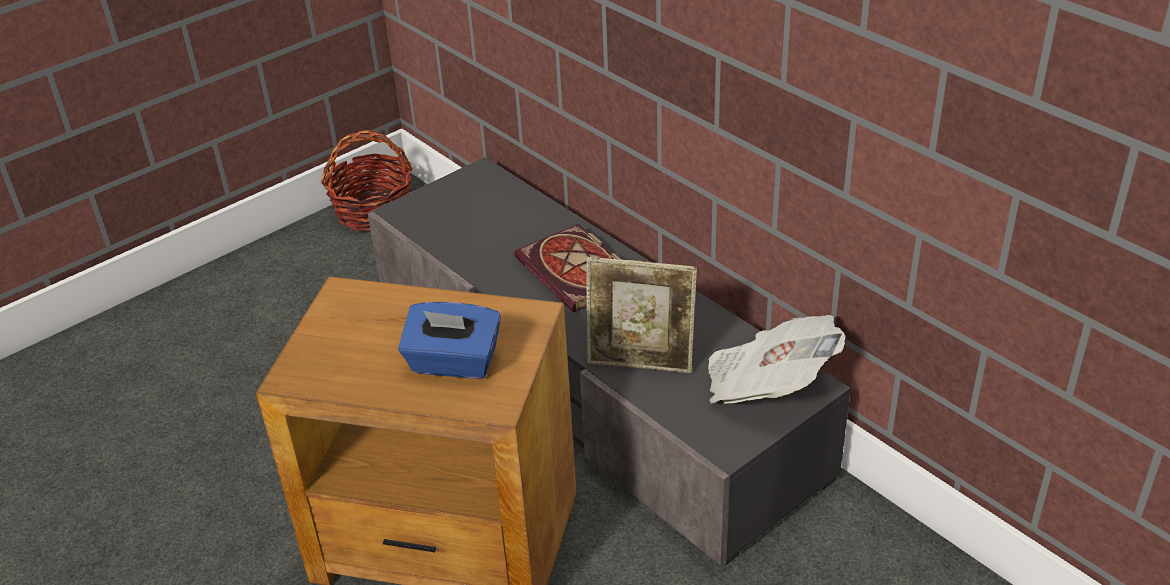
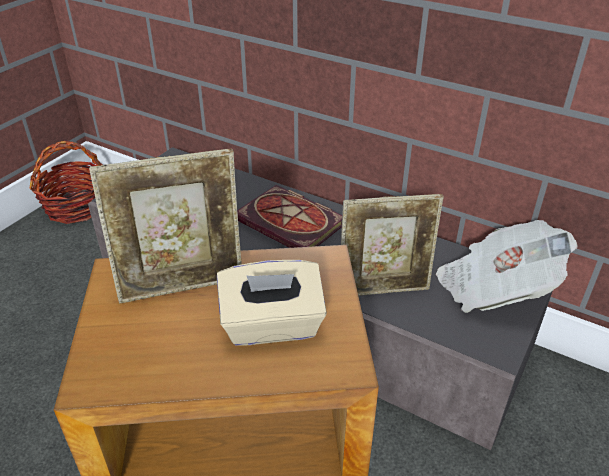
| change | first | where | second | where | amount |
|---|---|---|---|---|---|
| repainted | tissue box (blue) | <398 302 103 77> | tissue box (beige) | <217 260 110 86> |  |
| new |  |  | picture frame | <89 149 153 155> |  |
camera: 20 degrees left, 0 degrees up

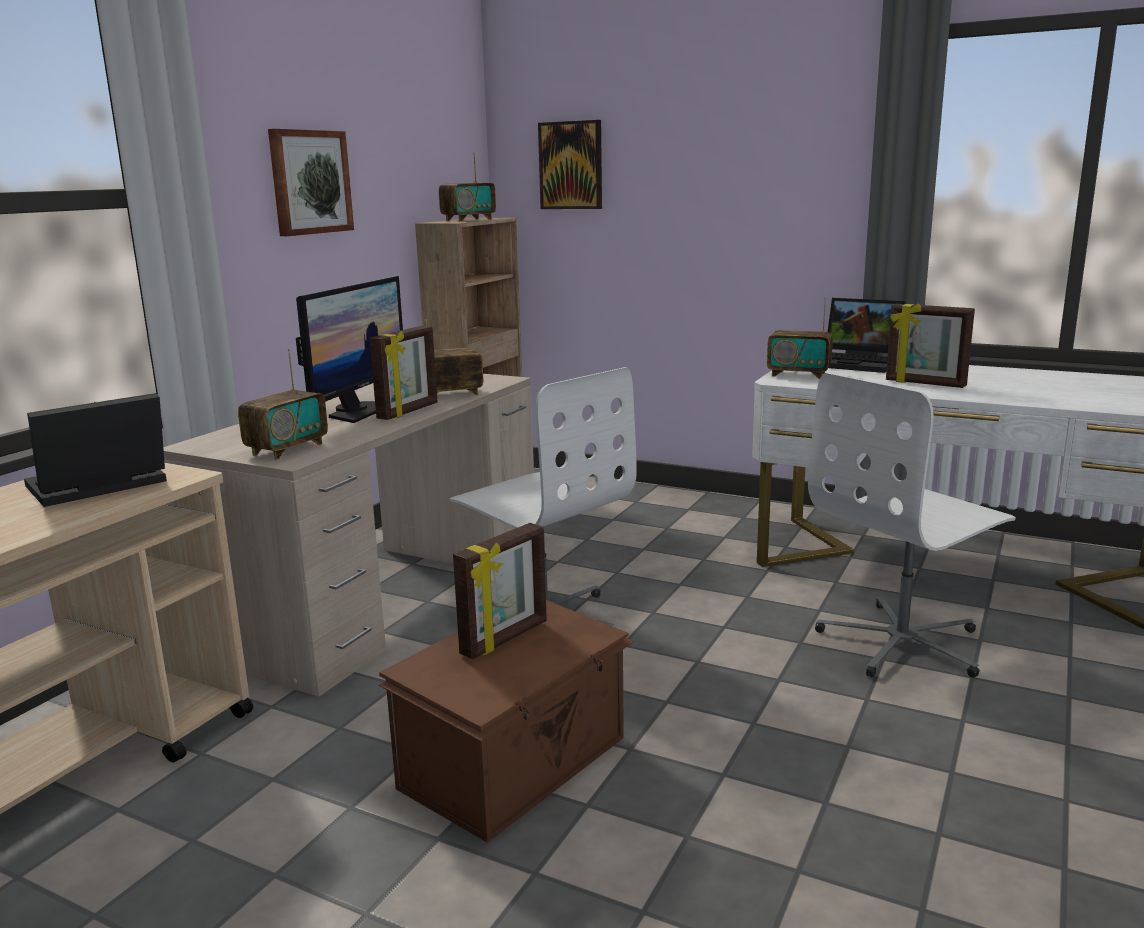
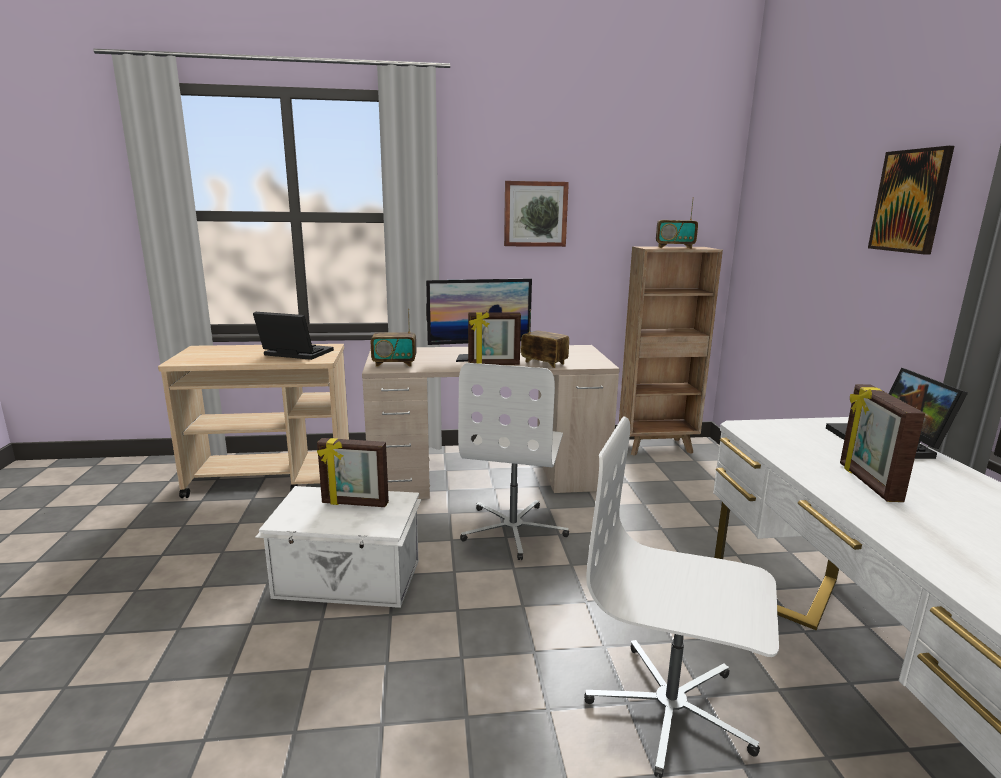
| change | first | where | second | where | amount |
|---|---|---|---|---|---|
| repainted | storage box (brown) | <379 600 255 243> | storage box (white) | <255 486 167 122> |  |
| shifted | picture | <538 120 64 89> |  | <868 146 86 109> |  |
| gone | radio | <767 298 66 81> |  |  |  |
camera: 55 degrees right, 0 degrees up

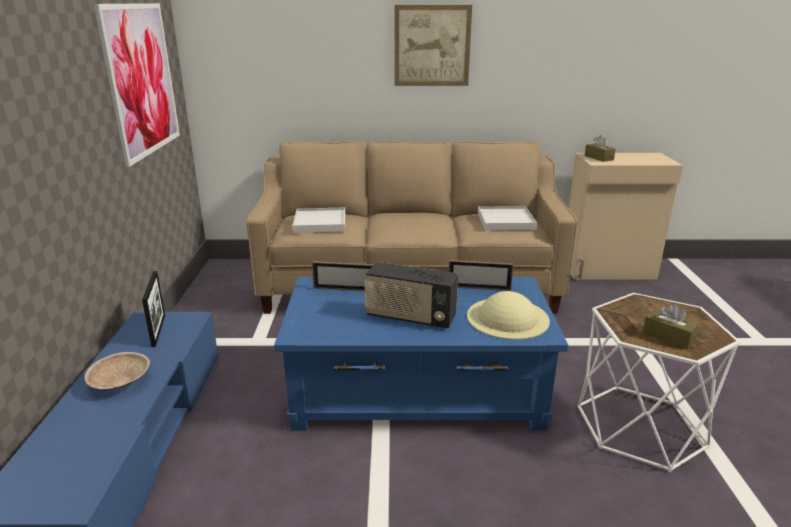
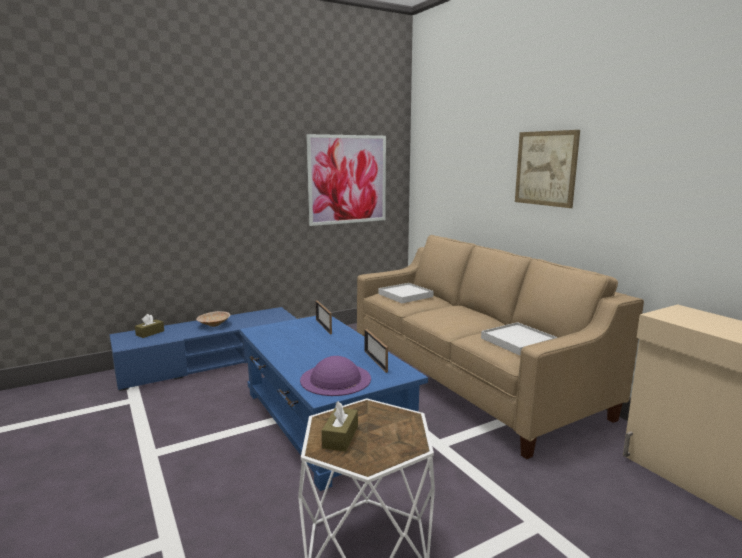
| change | first | where | second | where | amount |
|---|---|---|---|---|---|
| gone | picture frame | <142 271 23 76> |  |  |  |
| gone | radio | <365 262 93 66> |  |  |  |
| repainted | hat (beige) | <467 291 83 49> | hat (purple) | <300 356 71 40> |  |
| shifted | tissue box (brown) | <585 135 31 27> |  | <135 314 29 24> |  |
camera: 60 degrees right, 10 degrees down

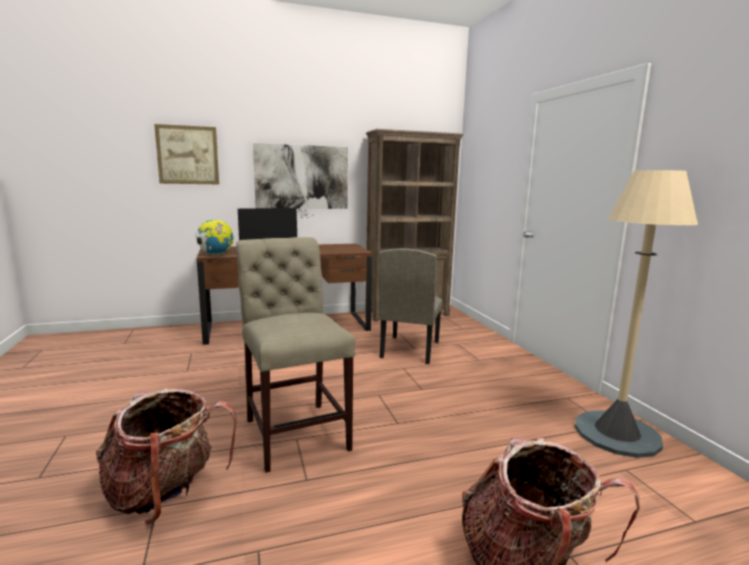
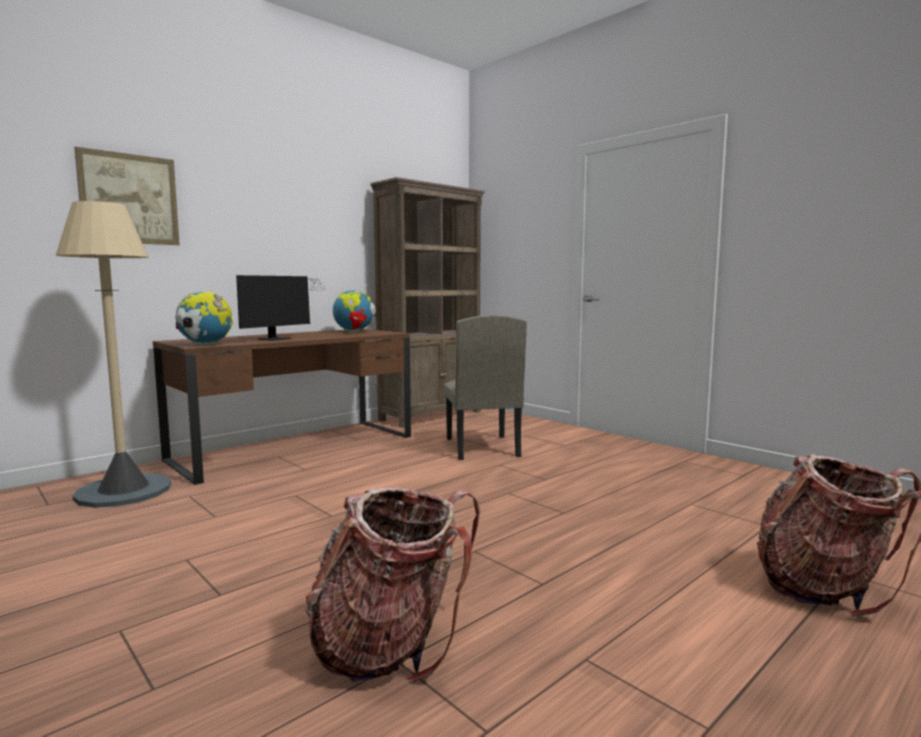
| change | first | where | second | where | amount |
|---|---|---|---|---|---|
| gone | chair (beige) | <236 237 119 236> |  |  |  |
| gone | picture | <253 143 95 66> |  |  |  |
| shifted | floor lamp (beige) | <575 170 123 288> |  | <56 201 115 307> |  |
| new |  |  | globe | <333 290 43 42> |  |
camera: 25 degrees left, 5 degrees down

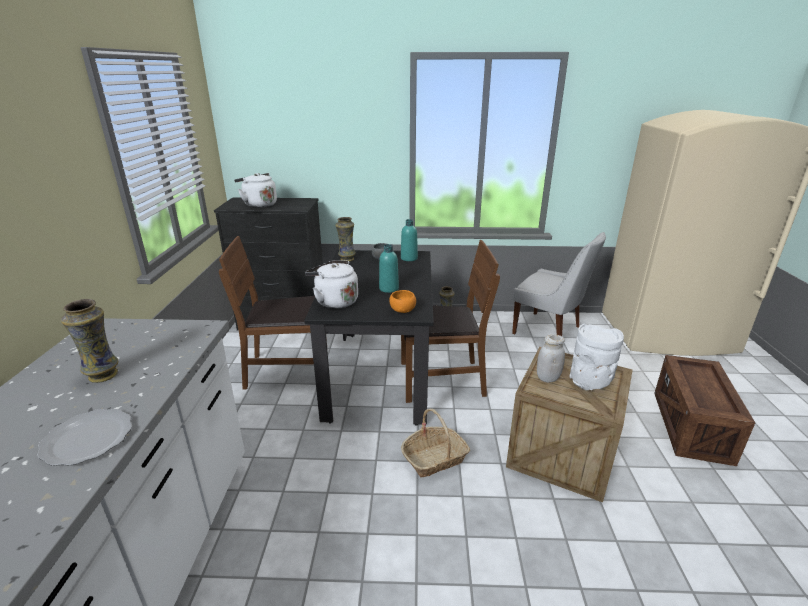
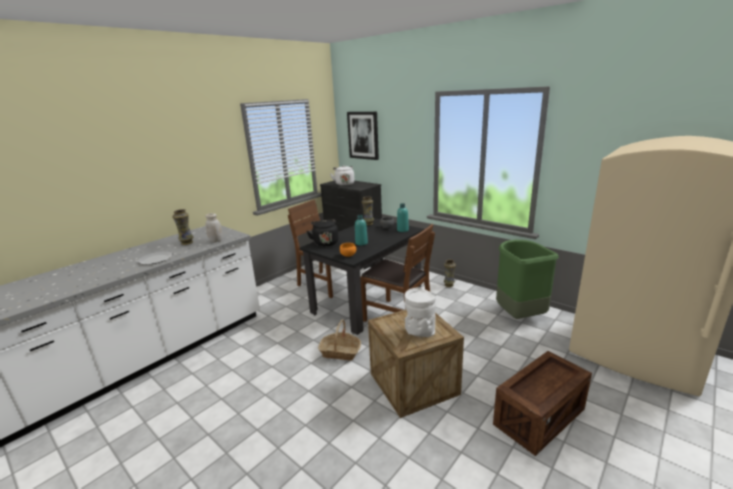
| change | first | where | second | where | amount |
|---|---|---|---|---|---|
| repainted | kettle (white) | <305 260 53 49> | kettle (black) | <307 219 31 28> |  |
| swapped | chair (white) | <512 232 94 104> | trash can (green) | <496 240 63 79> |  |
| shifted | jar (white) | <537 335 28 47> |  | <205 213 18 29> |  |
| new |  |  | picture | <347 112 32 48> |  |
camera: 40 degrees right, 5 degrees down

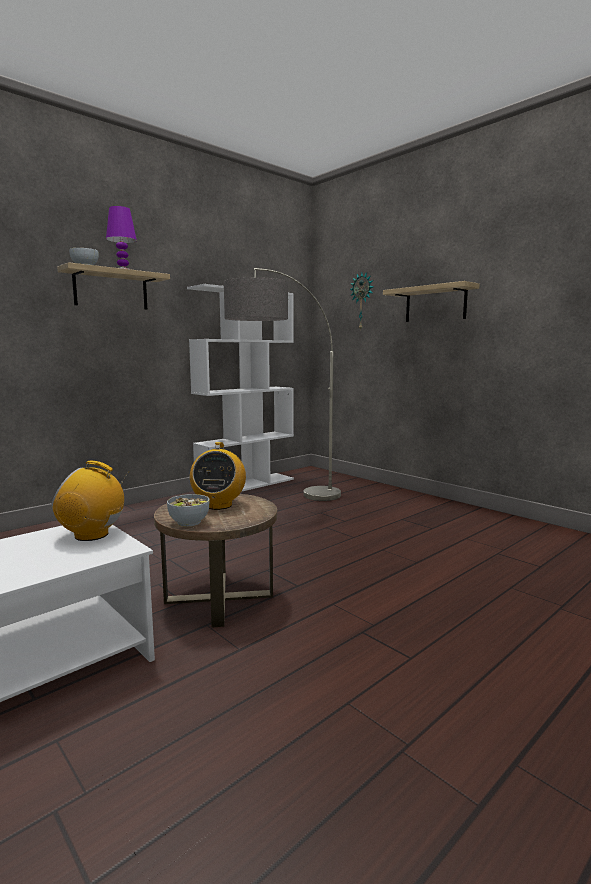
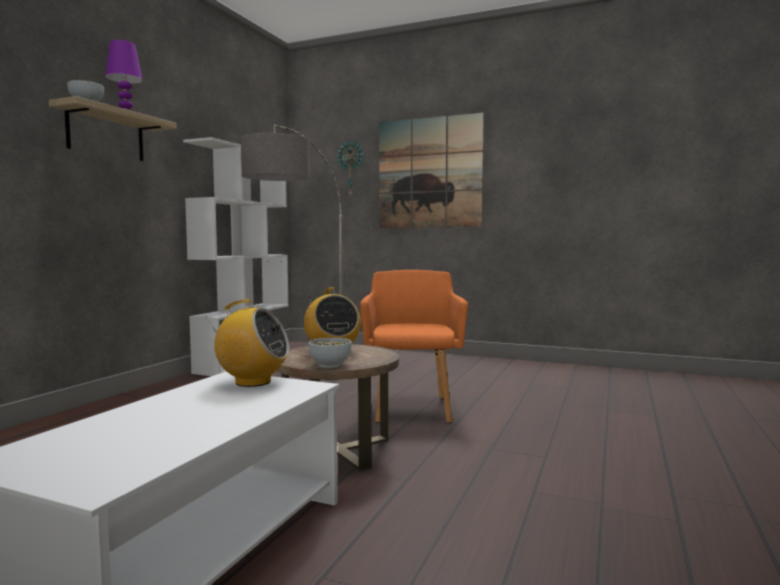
| change | first | where | second | where | amount |
|---|---|---|---|---|---|
| rotated | radio | <51 461 78 80> |  | <206 299 83 88> | 150 degrees counterclockwise |
| swapped | shelf | <383 281 97 41> | picture | <379 112 105 116> |  |
| new |  |  | armchair (orange) | <360 270 108 153> |  |
camera: 25 degrees left, 5 degrees down

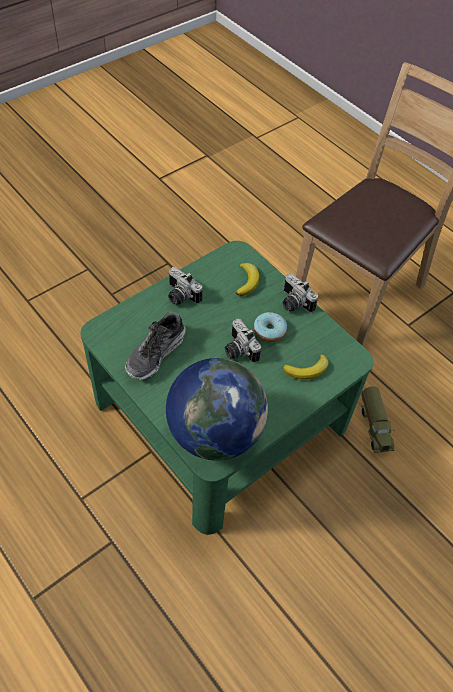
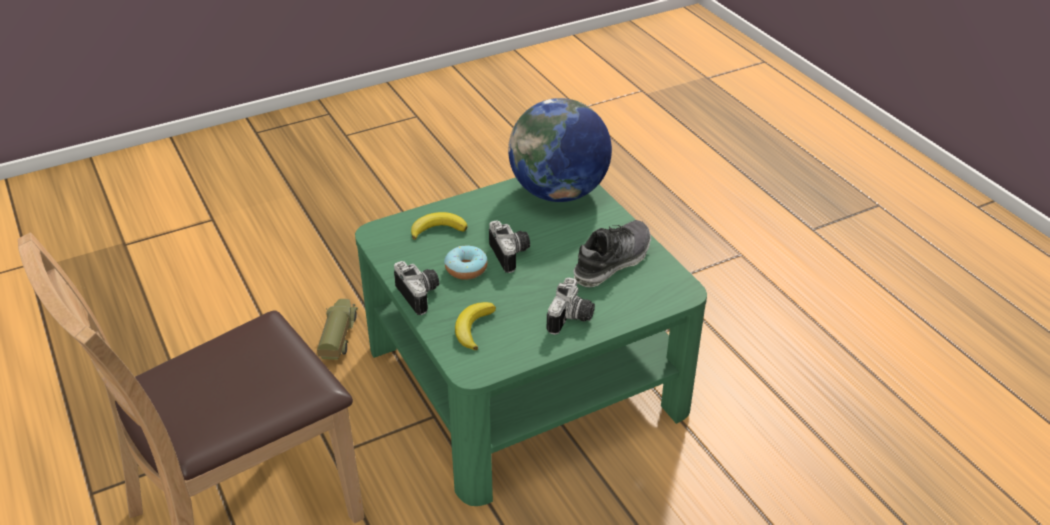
| change | first | where | second | where | amount |
|---|---|---|---|---|---|
| rotated | photo camera | <168 267 34 38> |  | <547 277 48 58> | 60 degrees clockwise |
camera: 165 degrees left, 15 degrees down

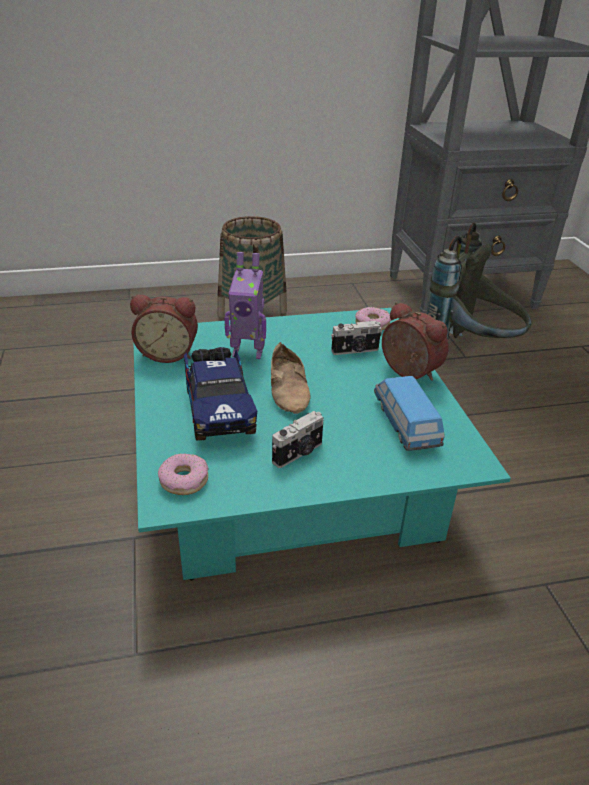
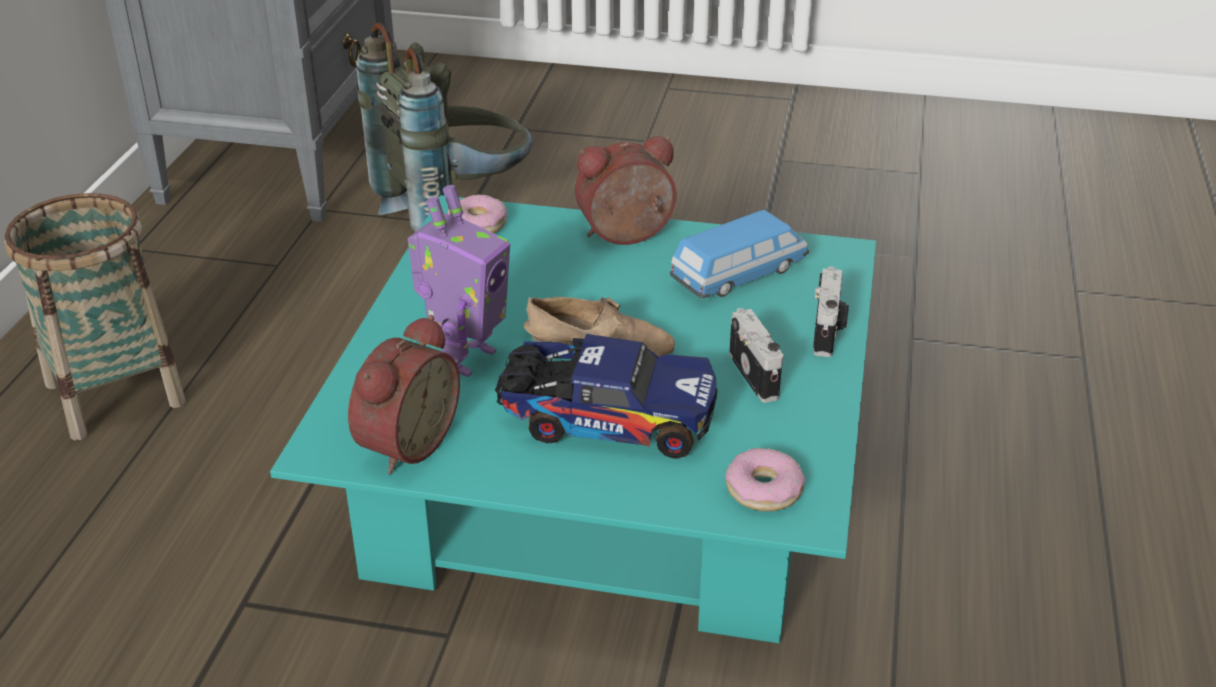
| change | first | where | second | where | amount |
|---|---|---|---|---|---|
| shifted | photo camera | <331 321 51 34> |  | <813 267 36 90> |  |
| rotated | toy car | <374 376 70 75> |  | <670 210 139 88> | 135 degrees clockwise |
camera: 65 degrees left, 0 degrees up

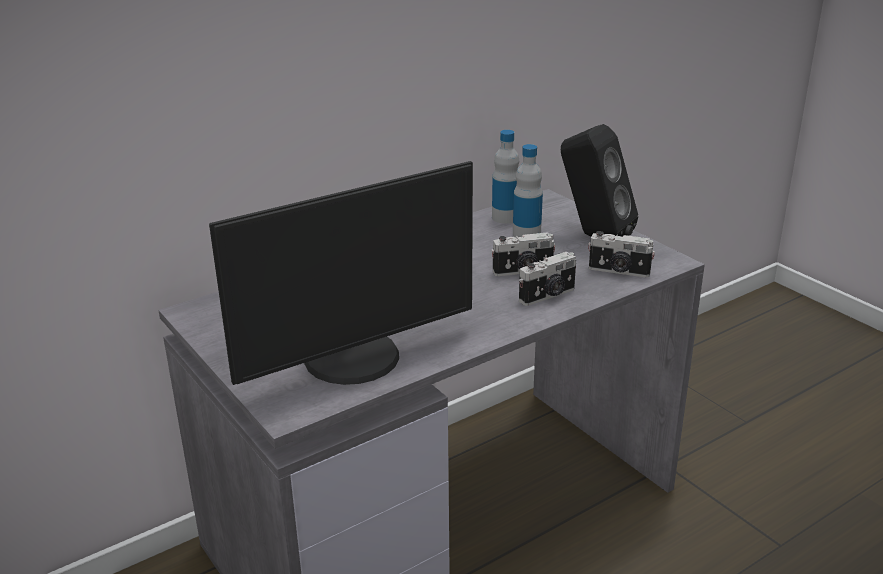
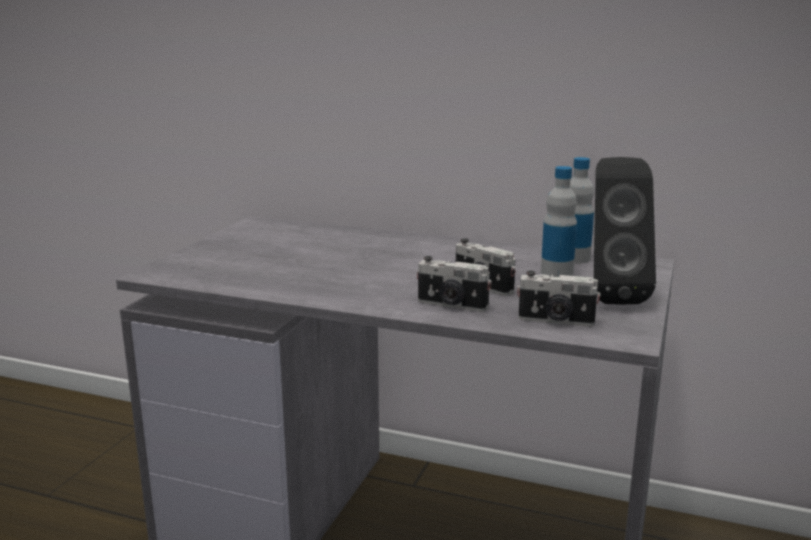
| change | first | where | second | where | amount |
|---|---|---|---|---|---|
| gone | monitor | <209 161 264 224> |  |  |  |
| rotated | photo camera | <588 231 67 46> |  | <517 271 84 55> | 60 degrees counterclockwise |
camera: 55 degrees right, 10 degrees down

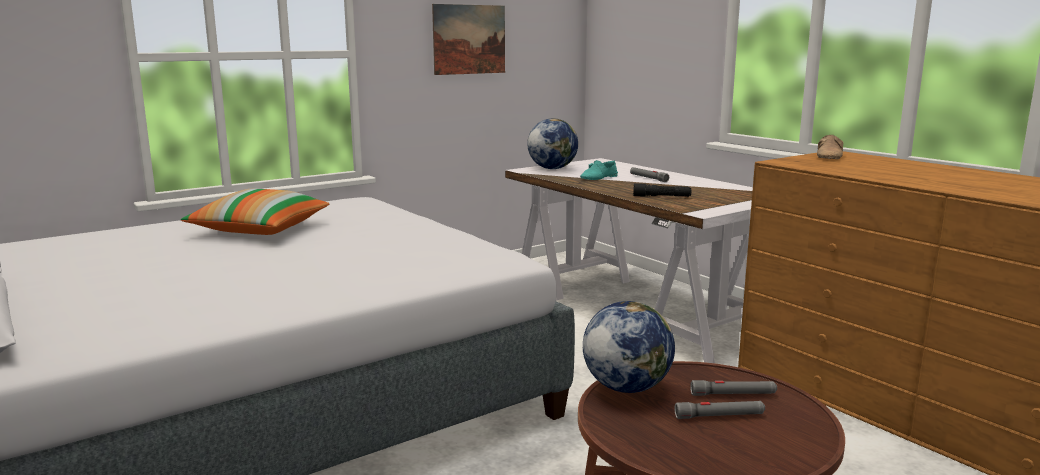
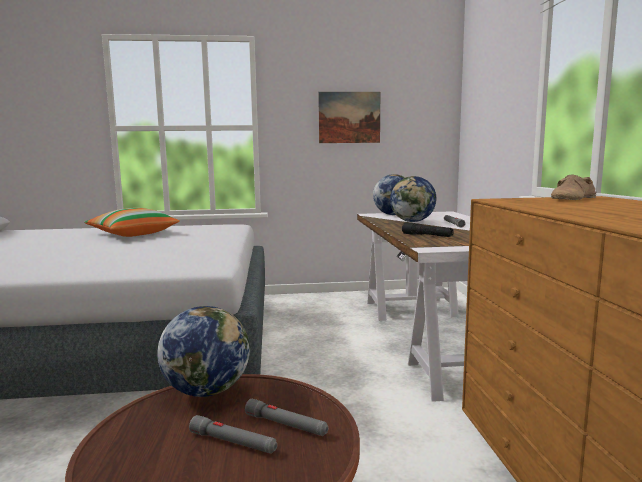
| change | first | where | second | where | amount |
|---|---|---|---|---|---|
| swapped | shoe (turquoise) | <580 160 38 20> | globe | <390 176 46 46> |  |
camera: 30 degrees right, 5 degrees down

